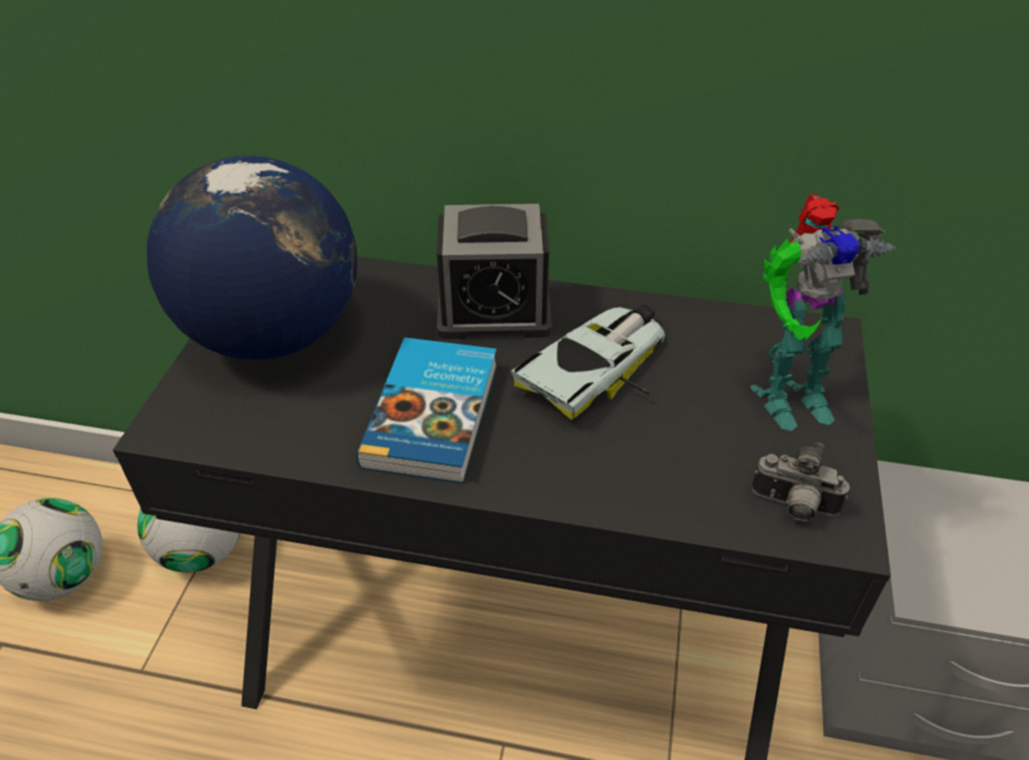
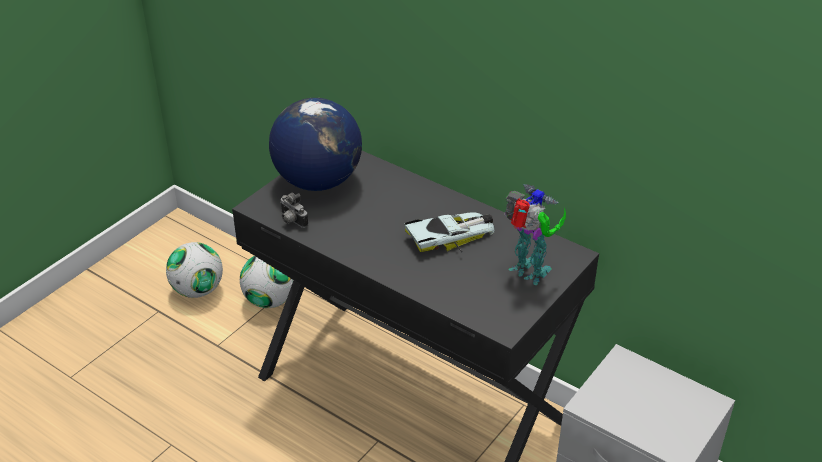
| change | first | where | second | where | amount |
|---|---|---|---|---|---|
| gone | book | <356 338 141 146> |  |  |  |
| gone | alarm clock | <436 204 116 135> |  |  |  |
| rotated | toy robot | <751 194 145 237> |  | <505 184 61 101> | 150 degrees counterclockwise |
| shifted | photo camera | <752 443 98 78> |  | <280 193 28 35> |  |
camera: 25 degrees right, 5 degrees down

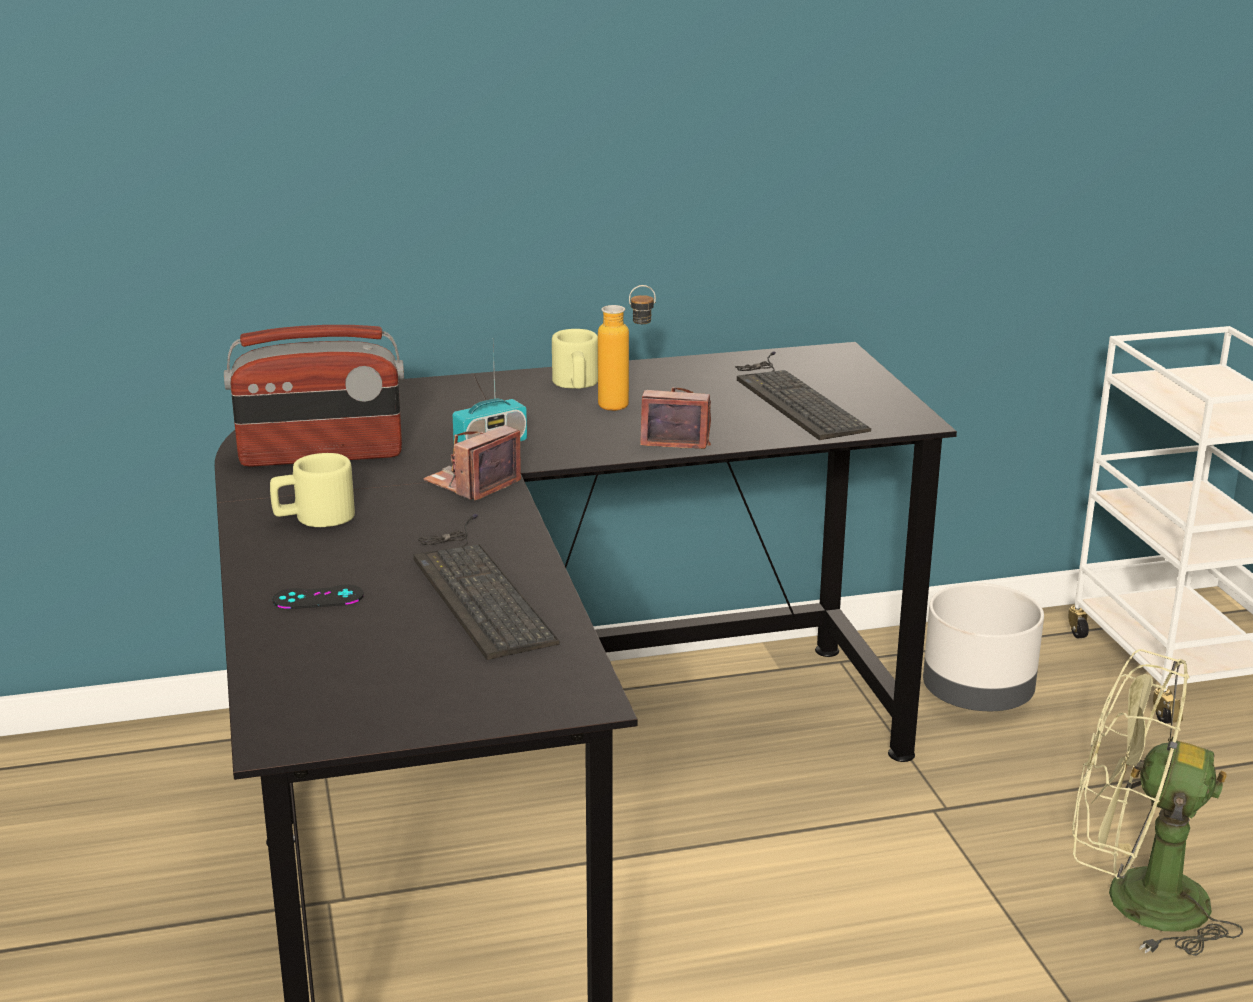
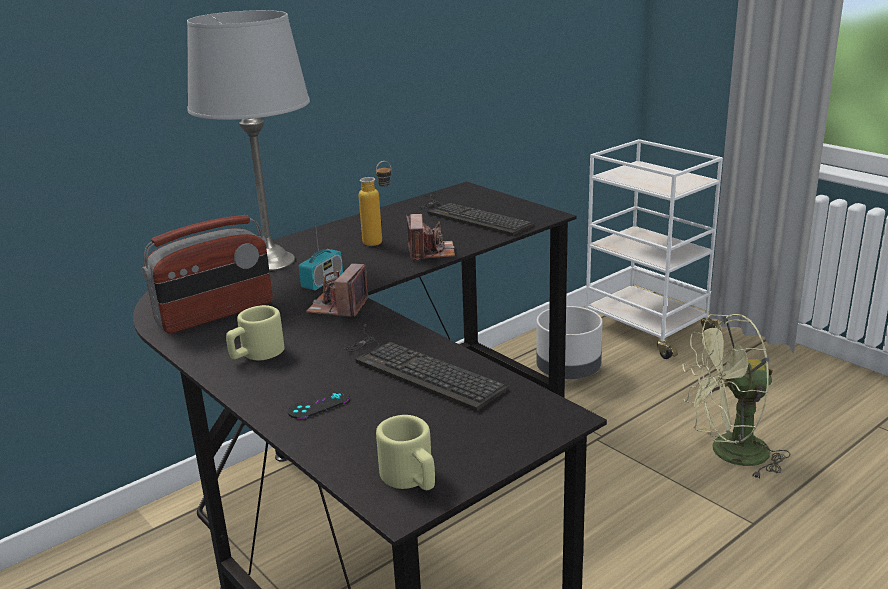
| change | first | where | second | where | amount |
|---|---|---|---|---|---|
| shifted | mug (beige) | <552 329 46 60> |  | <376 415 59 75> |  |
| rotated | photo camera | <640 387 71 62> |  | <406 214 49 46> | 105 degrees clockwise |
| new |  |  | table lamp (grey) | <187 10 123 261> |  |
camera: 25 degrees left, 0 degrees up

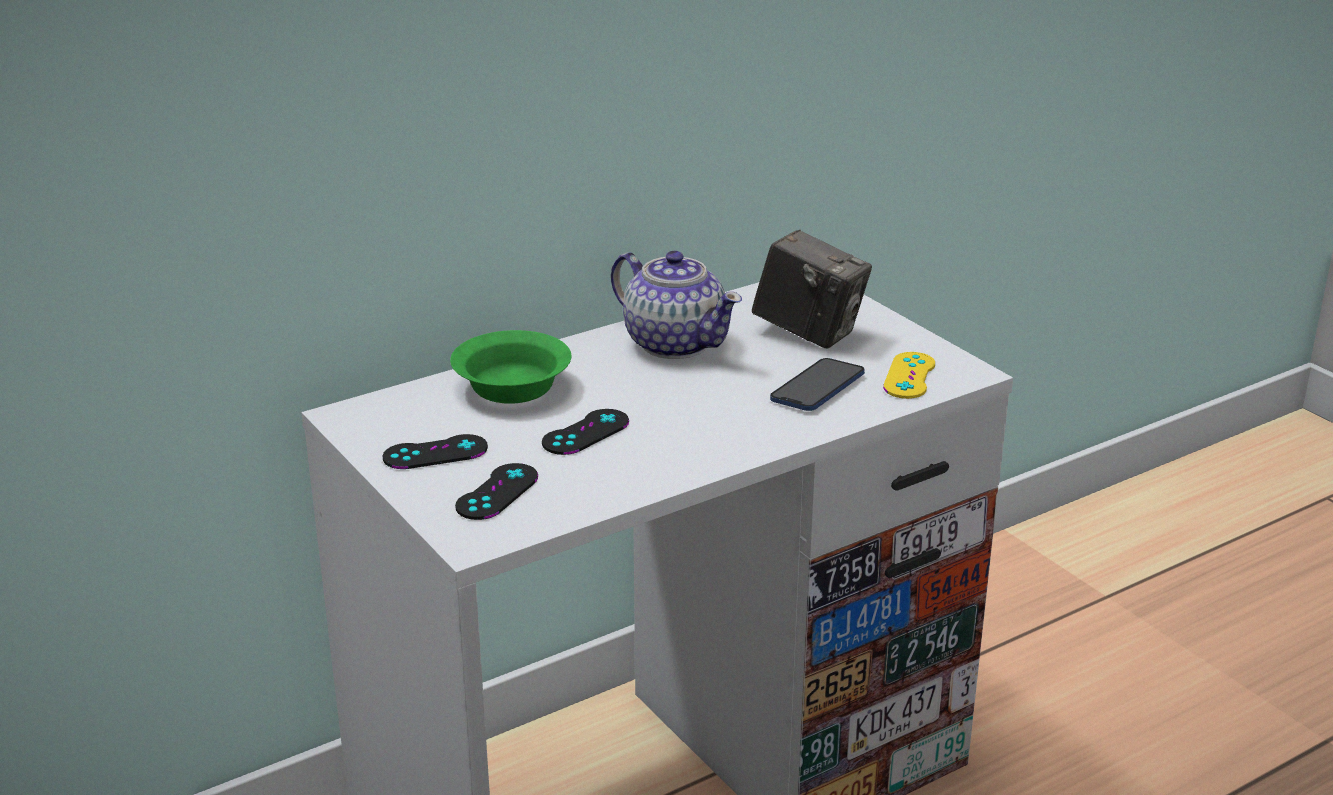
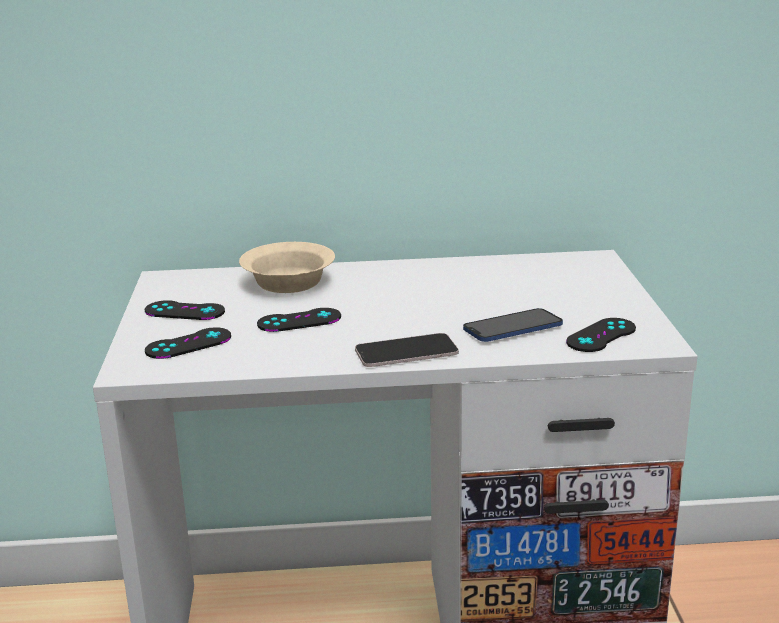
| change | first | where | second | where | amount |
|---|---|---|---|---|---|
| repainted | bowl (green) | <450 330 122 74> | bowl (beige) | <239 242 96 51> |  |
| gone | teapot | <611 251 131 108> |  |  |  |
| gone | photo camera | <752 230 120 118> |  |  |  |
| repainted | game controller (yellow) | <883 352 52 47> | game controller (black) | <566 318 70 34> |  |
| new |  |  | phone | <355 333 104 34> |  |
camera: 30 degrees right, 5 degrees down

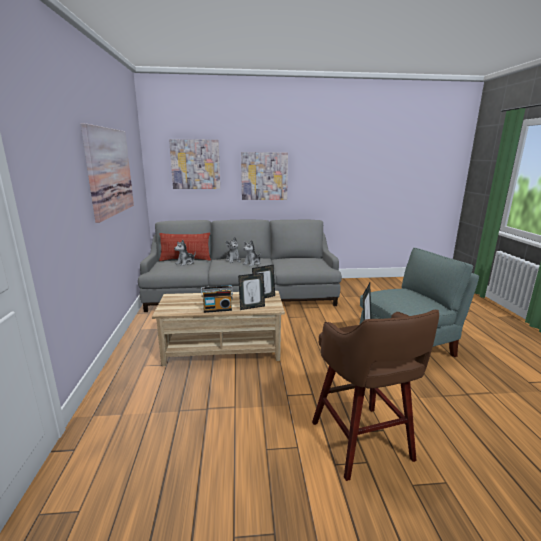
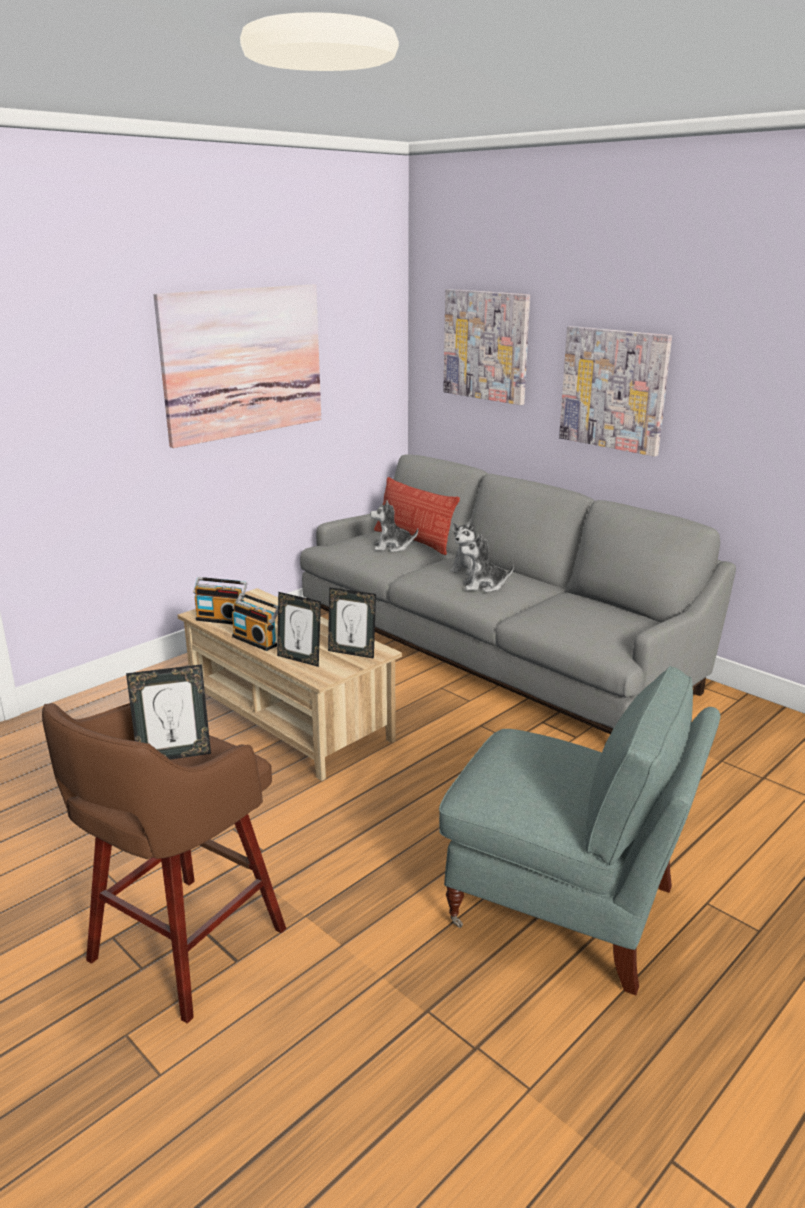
| change | first | where | second | where | amount |
|---|---|---|---|---|---|
| new |  |  | radio | <193 577 54 47> |  |
camera: 50 degrees right, 5 degrees up

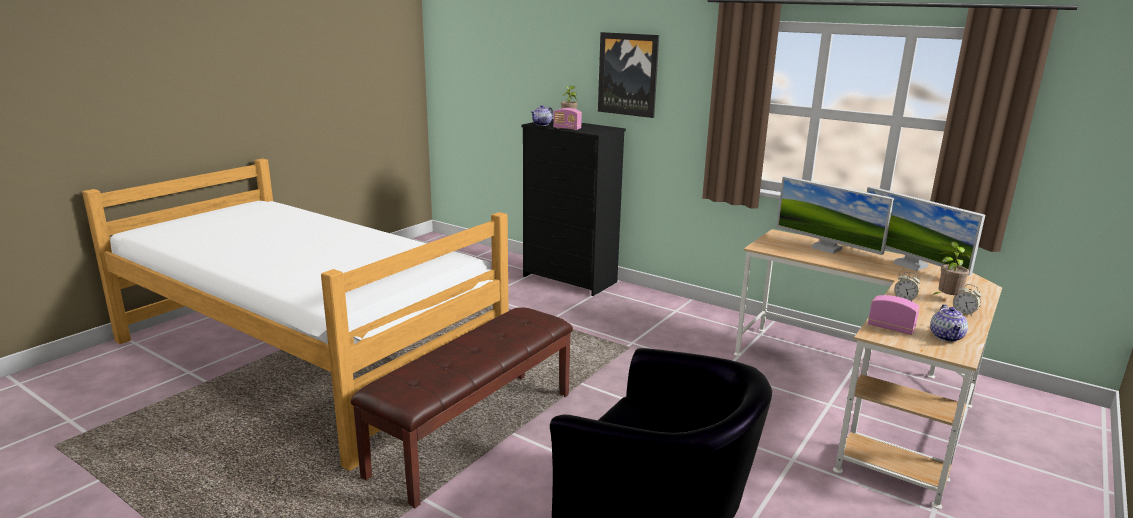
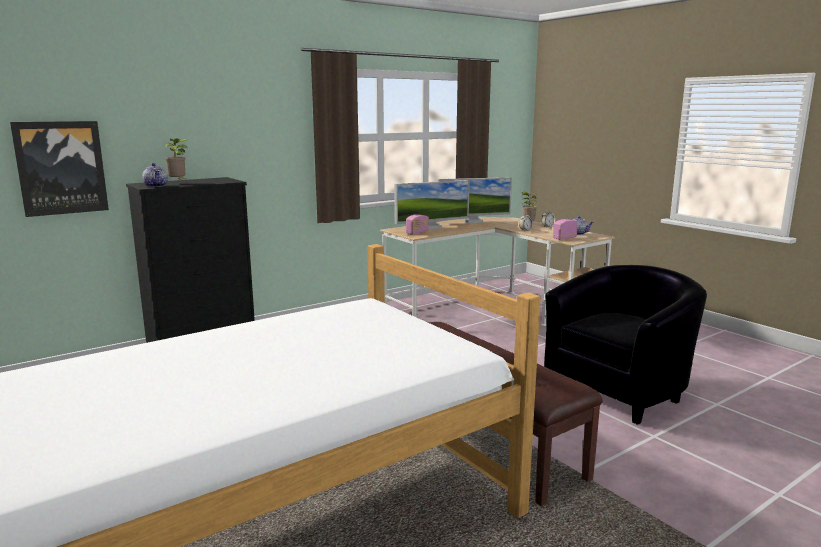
| change | first | where | second | where | amount |
|---|---|---|---|---|---|
| shifted | radio | <553 108 29 22> |  | <406 214 23 21> |  |
| shifted | picture | <598 32 61 86> |  | <10 121 99 96> |  |
camera: 70 degrees left, 5 degrees down

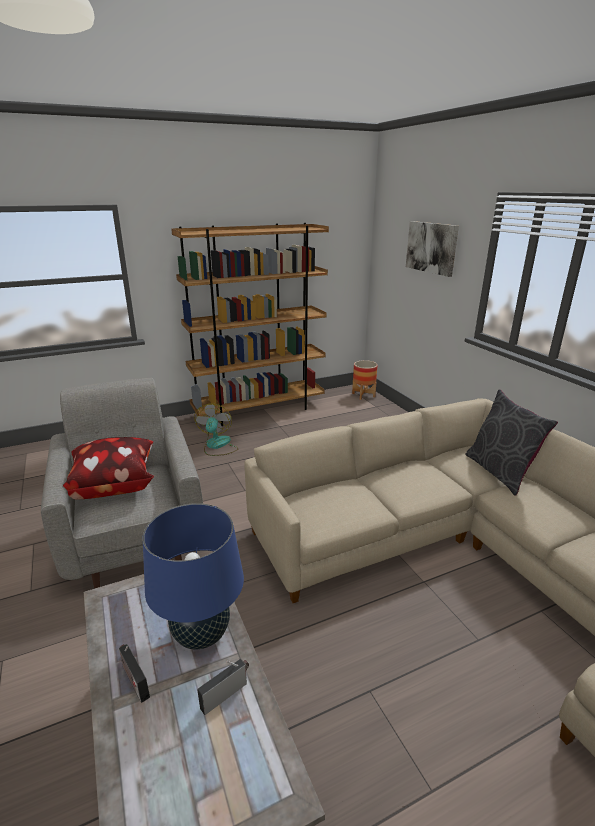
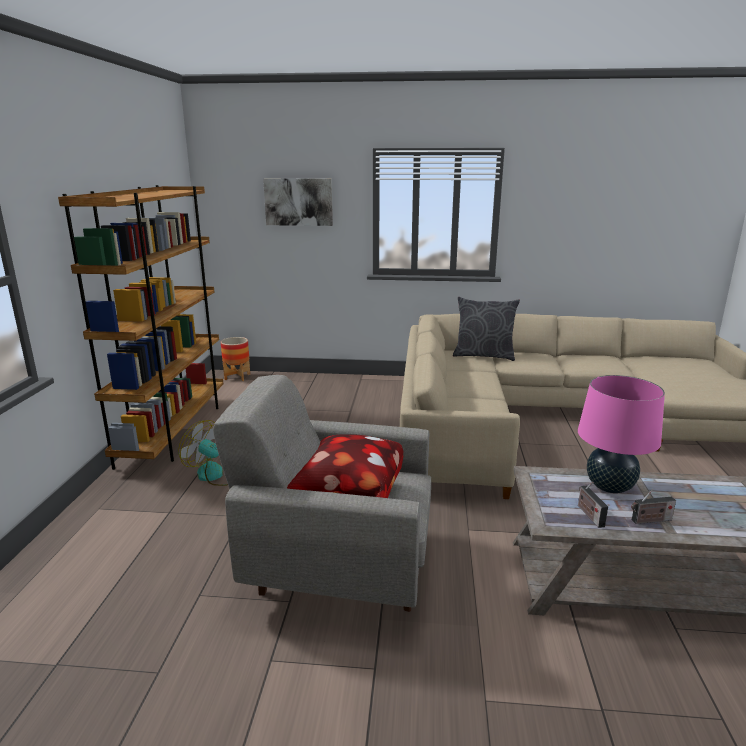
| change | first | where | second | where | amount |
|---|---|---|---|---|---|
| repainted | table lamp (blue) | <143 503 101 146> | table lamp (pink) | <578 375 87 118> |  |
| shifted | radio | <197 659 52 56> |  | <578 482 30 46> |  |
camera: 60 degrees left, 5 degrees down

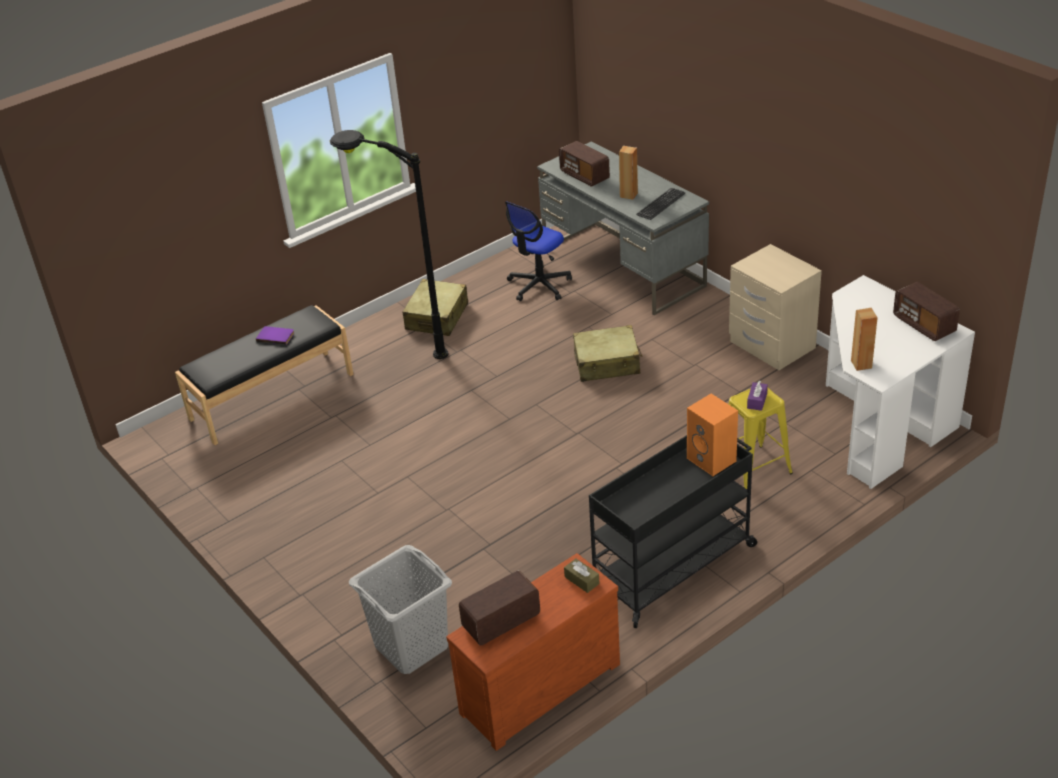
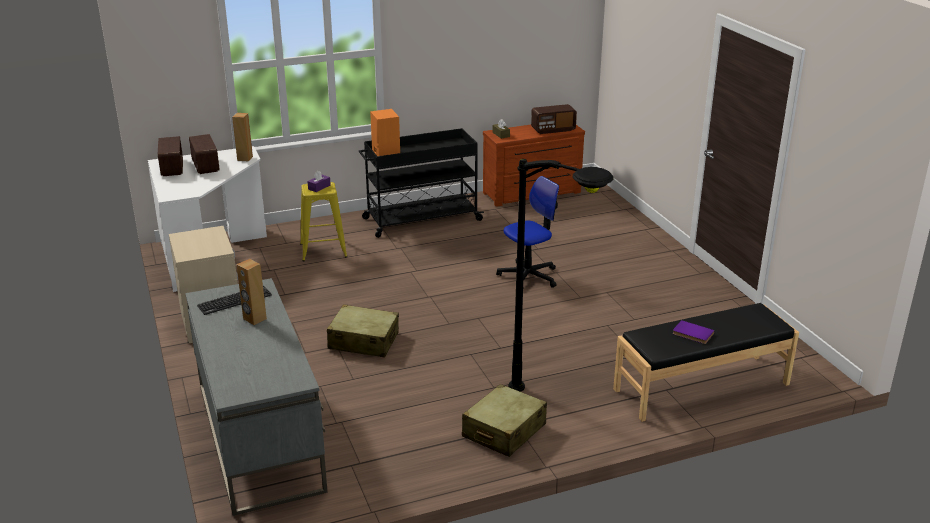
| change | first | where | second | where | amount |
|---|---|---|---|---|---|
| gone | laundry basket (grey) | <349 545 103 129> |  |  |  |
| shifted | office chair | <505 201 67 100> |  | <496 176 63 112> |  |
| shifted | radio | <559 141 51 46> |  | <189 134 31 40> |  |
camera: 165 degrees left, 10 degrees down

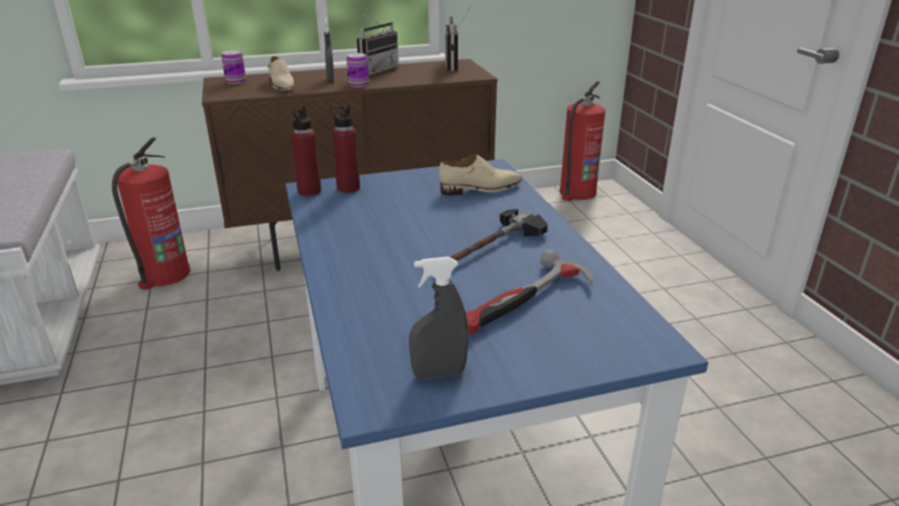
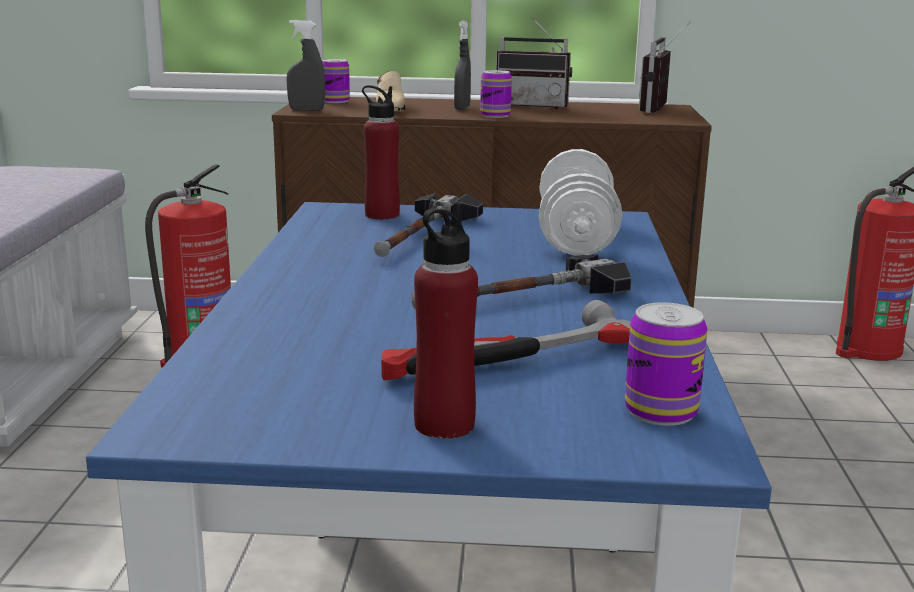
| change | first | where | second | where | amount |
|---|---|---|---|---|---|
| shifted | bottle (red) | <291 106 30 90> |  | <414 203 64 236> |  |
| rotated | radio | <357 11 42 65> |  | <496 17 76 92> | 45 degrees clockwise |
| shifted | spray bottle (grey) | <409 257 60 122> |  | <286 20 39 91> |  |
| swapped | shoe (beige) | <439 155 83 41> | dumbbell (white) | <539 149 84 107> |  |
| new |  |  | hammer | <374 193 109 64> |  |
| new |  |  | can | <625 302 82 124> |  |
camera: 20 degrees right, 10 degrees down

